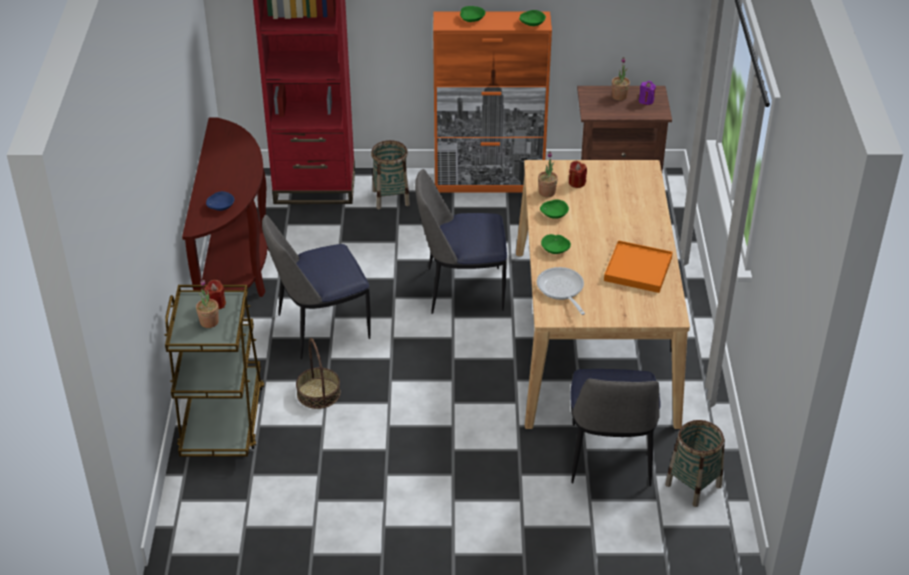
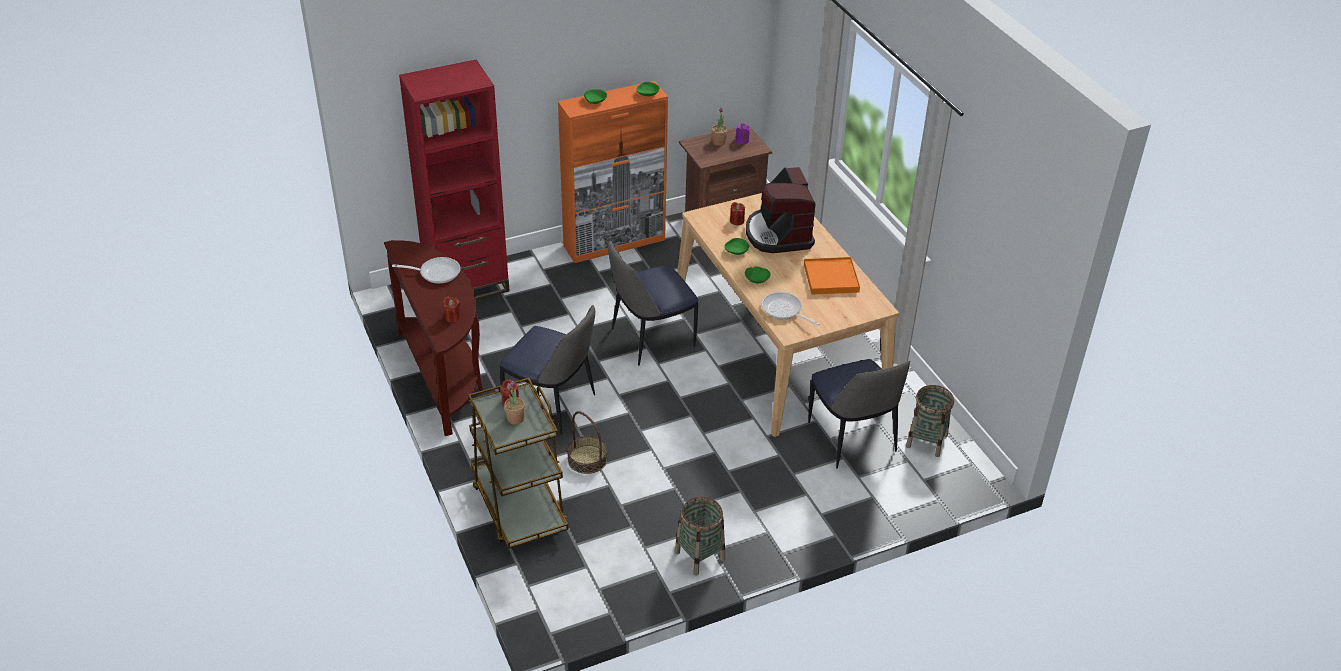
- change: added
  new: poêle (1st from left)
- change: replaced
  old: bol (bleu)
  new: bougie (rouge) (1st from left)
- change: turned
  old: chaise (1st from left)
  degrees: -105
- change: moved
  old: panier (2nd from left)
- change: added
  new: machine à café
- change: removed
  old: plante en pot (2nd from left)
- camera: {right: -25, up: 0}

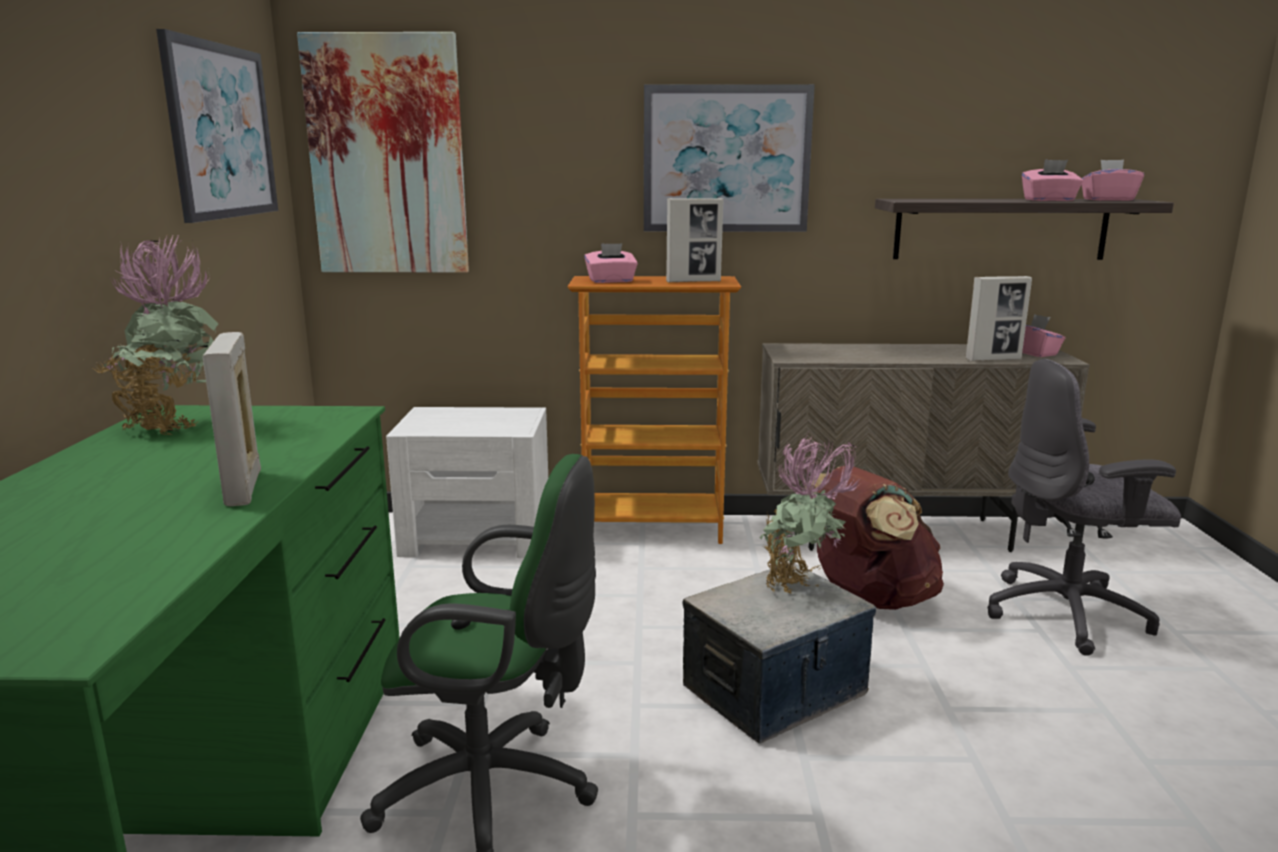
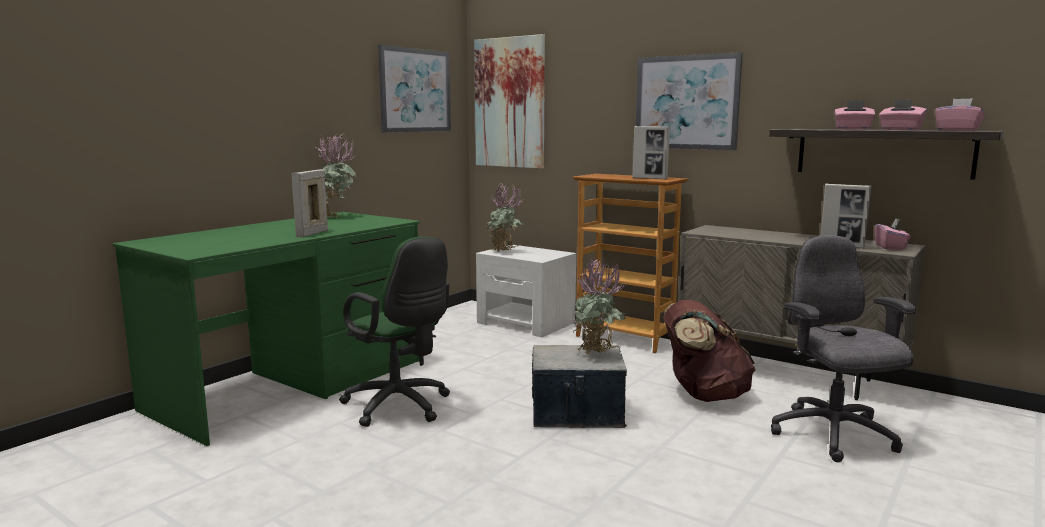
- change: added
  new: plante en pot (2nd from left)
- change: turned
  old: chaise de bureau (gris)
  degrees: 45
- change: moved
  old: boîte à mouchoirs (rose) (1st from left)
- camera: {right: 35, up: -5}

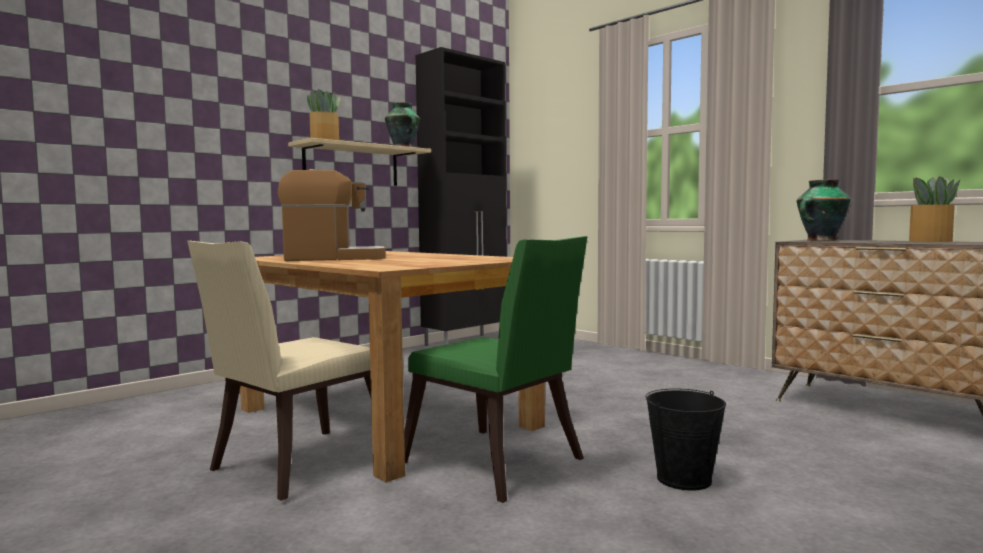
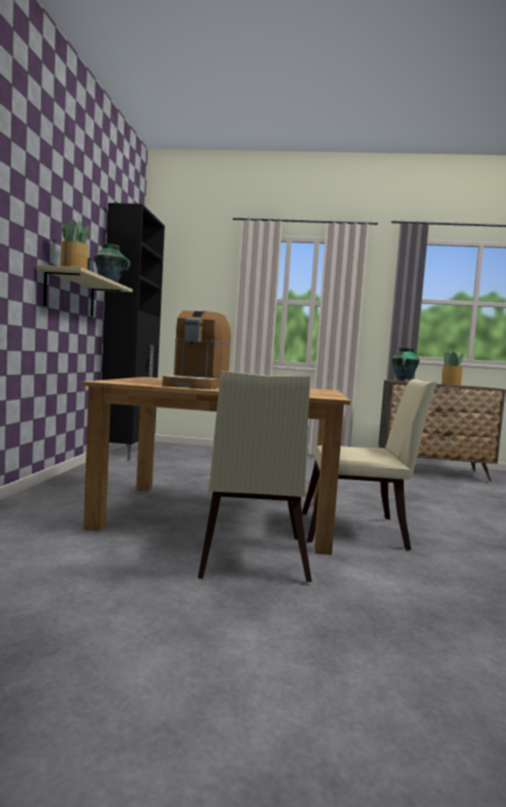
- change: turned
  old: machine à café
  degrees: 150
- change: recoloured
  old: chaise (vert)
  new: chaise (beige) (2nd from left)
- change: removed
  old: seau (noir)
- camera: {right: -40, up: 0}

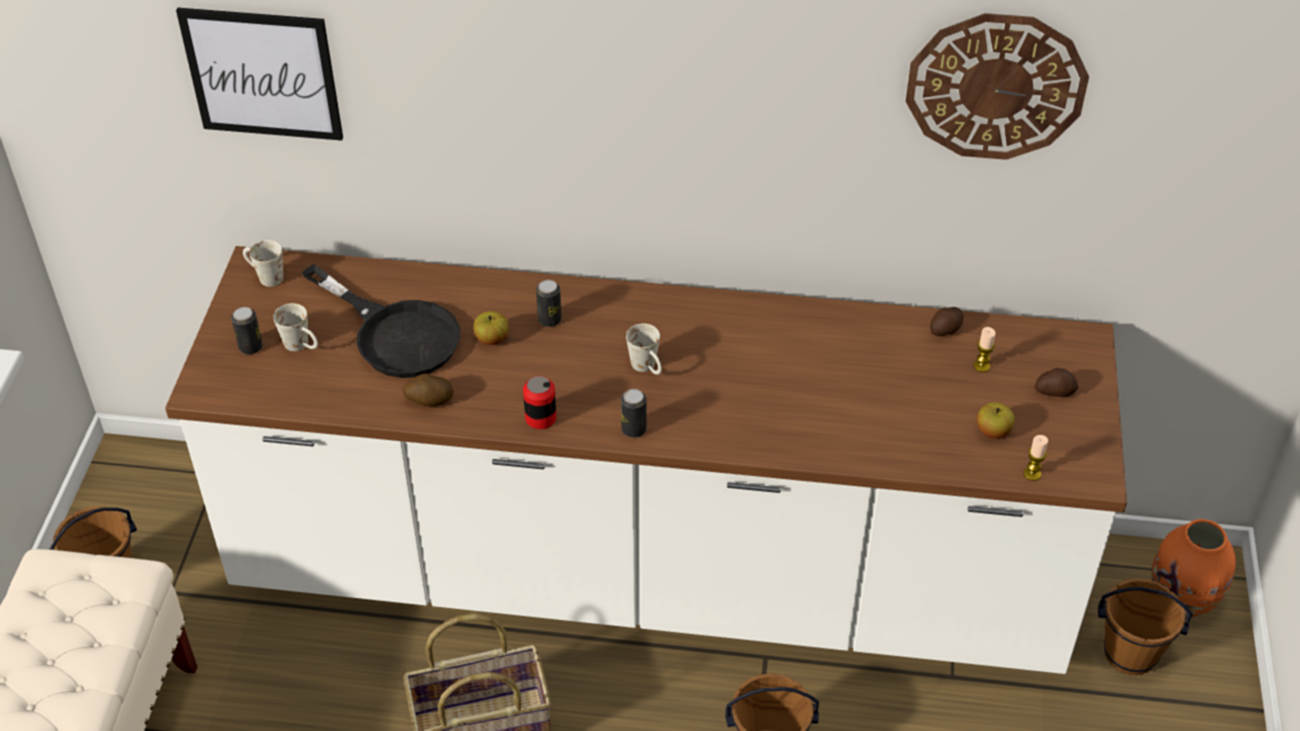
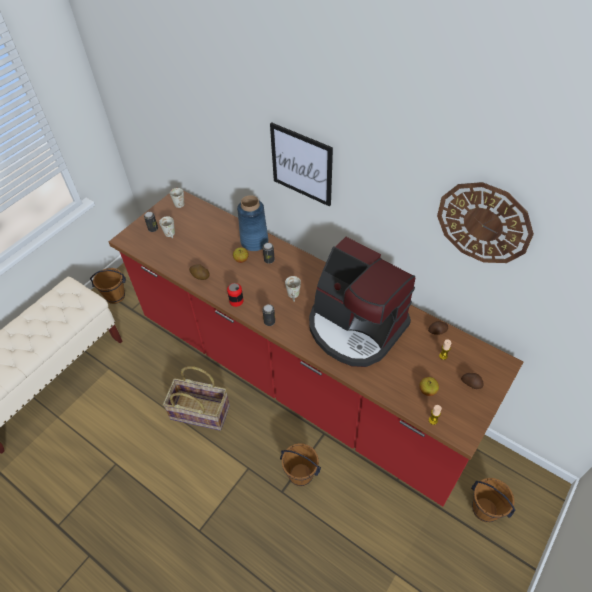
- change: recoloured
  old: comptoir de cuisine (blanc)
  new: comptoir de cuisine (rouge)
- change: added
  new: vase (bleu)
- change: moved
  old: tableau
- change: added
  new: machine à café
- change: removed
  old: poêle (noir)
- change: removed
  old: vase (orange)
- camera: {right: 30, up: 5}

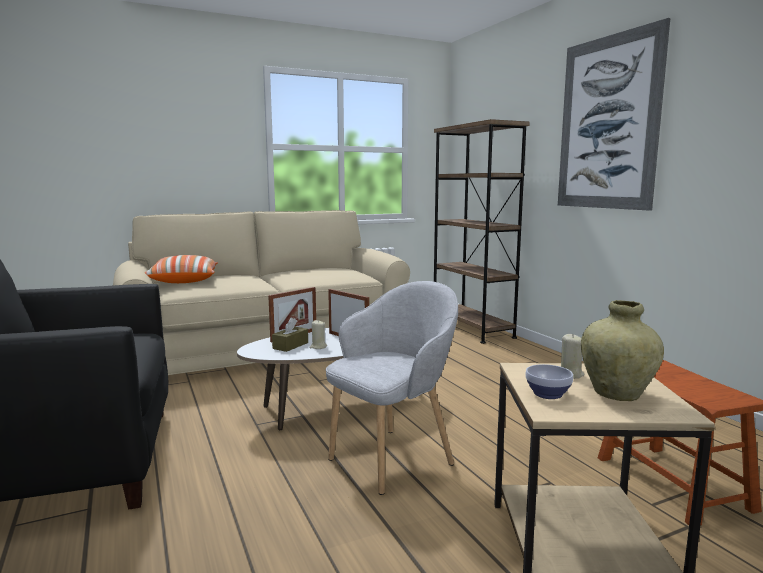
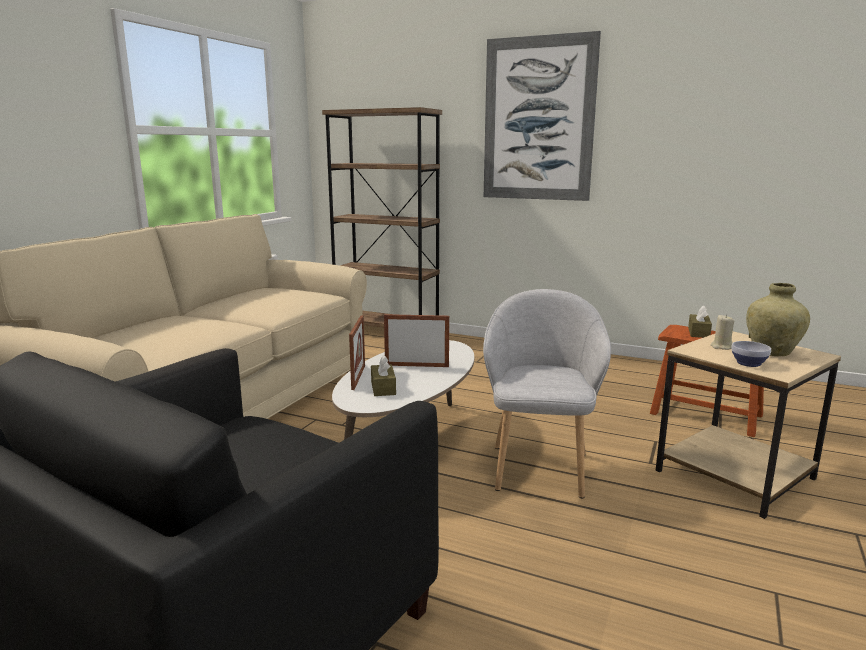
- change: added
  new: boîte à mouchoirs (marron) (2nd from left)
- change: removed
  old: coussin
- change: removed
  old: bougie (beige) (1st from left)
- camera: {right: -40, up: 5}

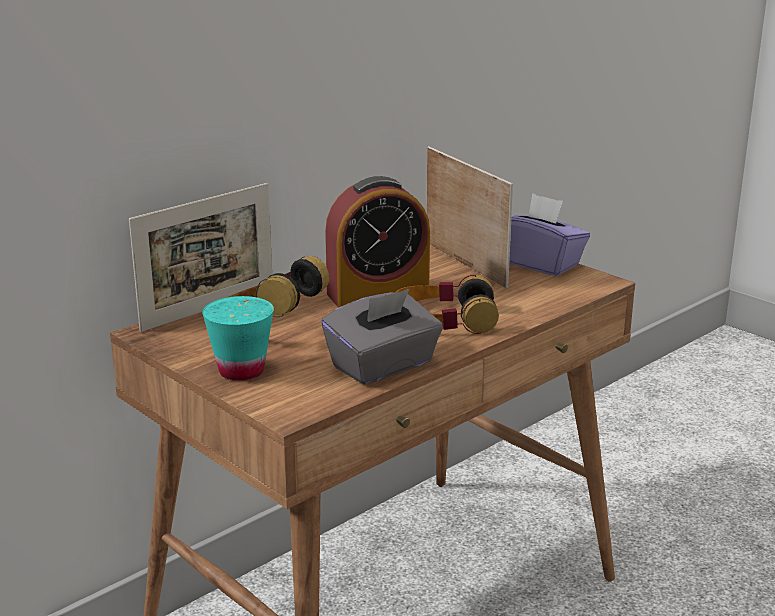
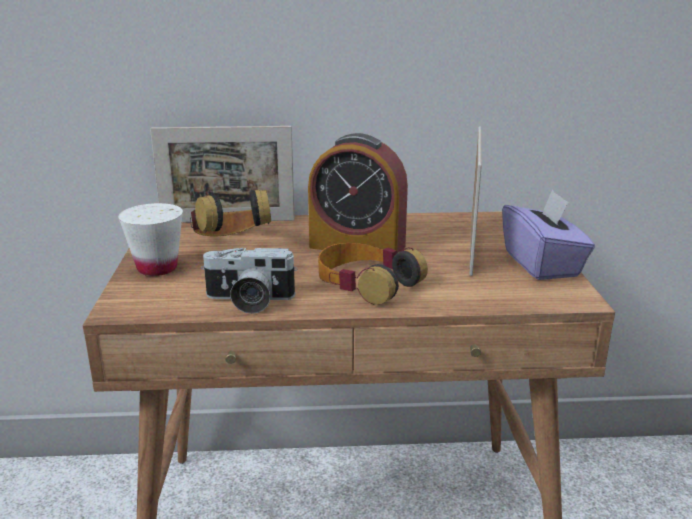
- change: recoloured
  old: tasse (turquoise)
  new: tasse (blanc)
- change: replaced
  old: boîte à mouchoirs (gris)
  new: appareil photo
- camera: {right: 40, up: 0}

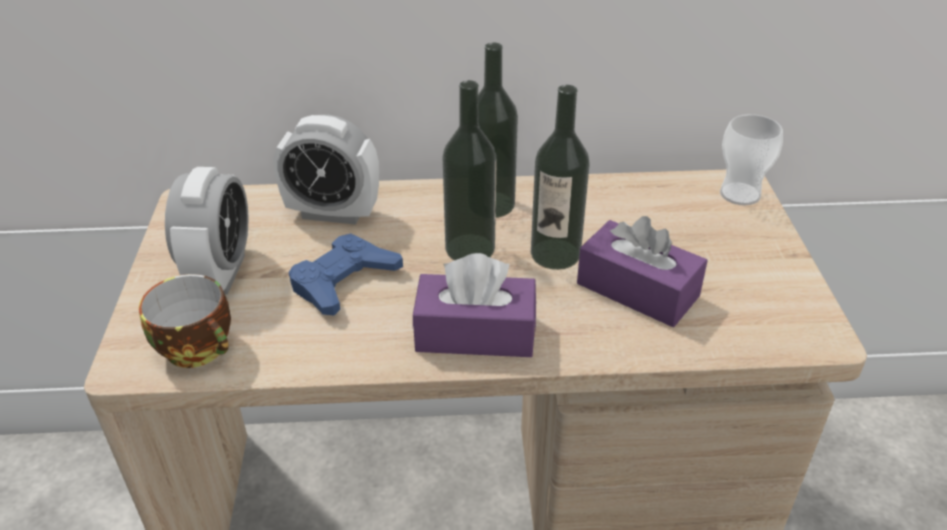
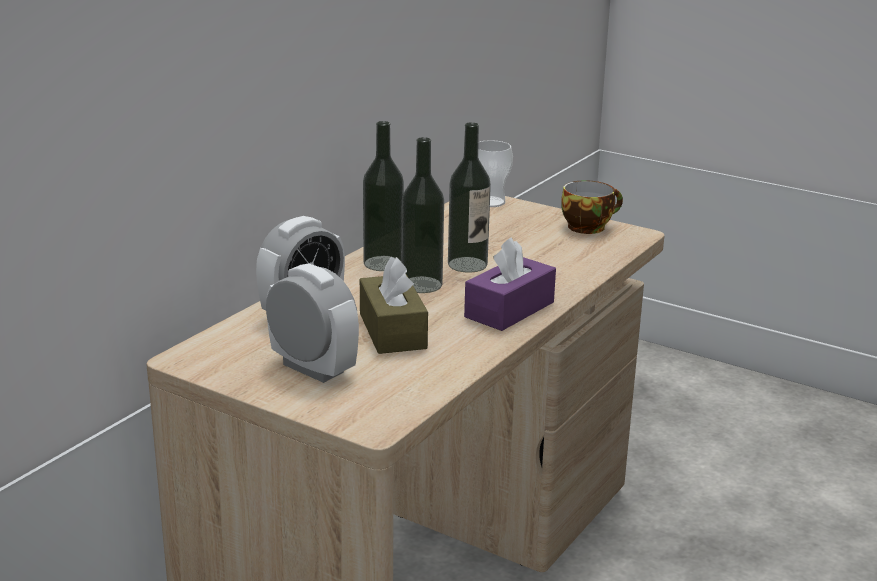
- change: replaced
  old: manette (bleu)
  new: boîte à mouchoirs (marron)
- change: moved
  old: tasse (1st from left in the first image)
  new: tasse (2nd from left)
- change: removed
  old: boîte à mouchoirs (violet) (2nd from left)
- camera: {right: -55, up: -15}

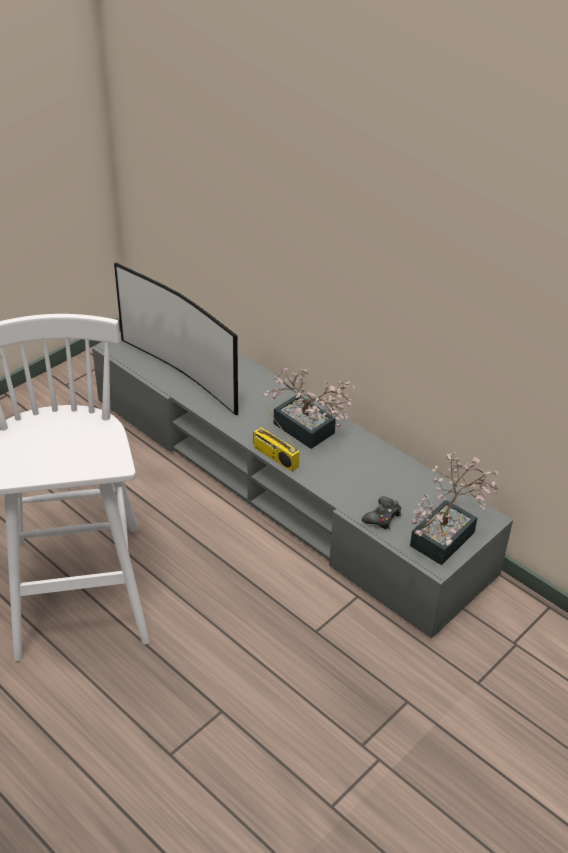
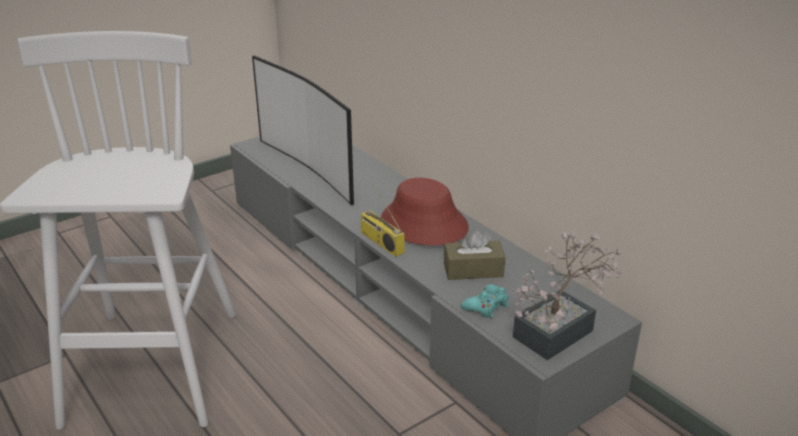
- change: replaced
  old: plante en pot (1st from left)
  new: chapeau (rouge)
- change: added
  new: boîte à mouchoirs (marron)
- change: recoloured
  old: manette (noir)
  new: manette (turquoise)
- camera: {right: 10, up: -10}

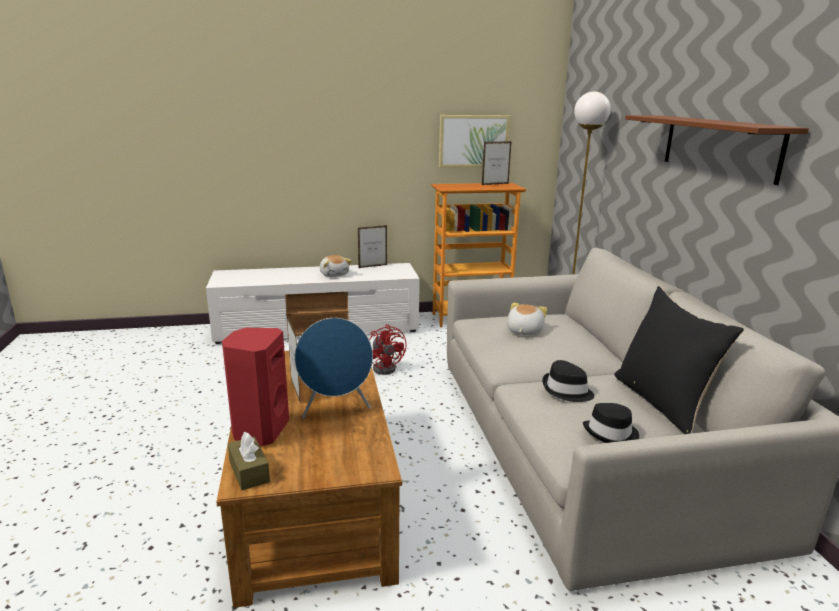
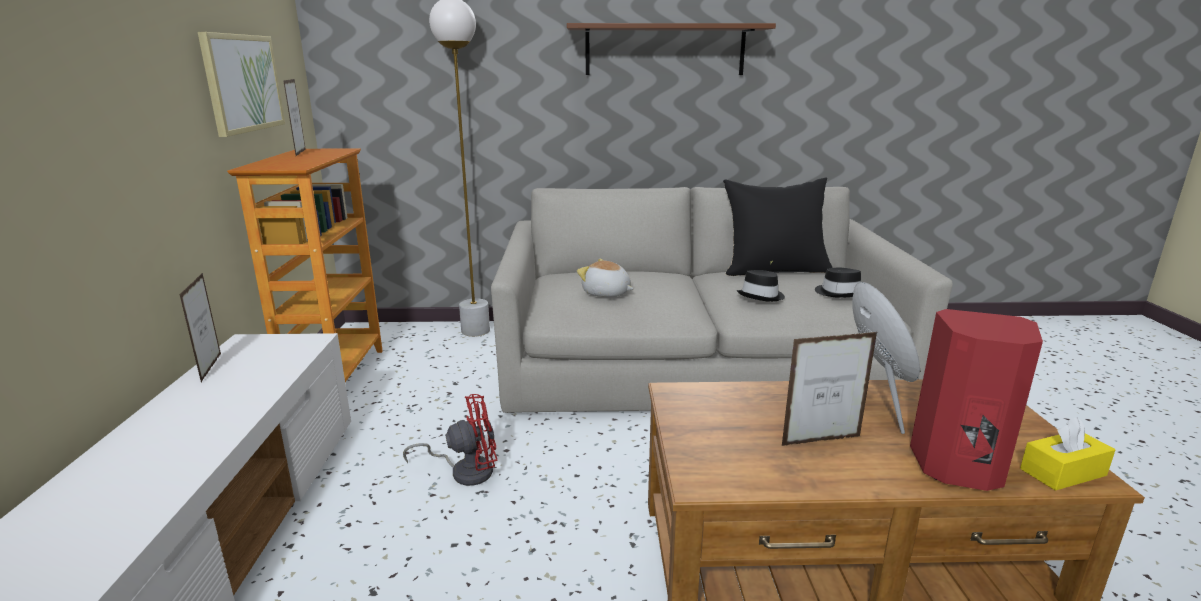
- change: recoloured
  old: boîte à mouchoirs (marron)
  new: boîte à mouchoirs (jaune)
- change: removed
  old: peluche (1st from left)
- camera: {right: -80, up: 0}

